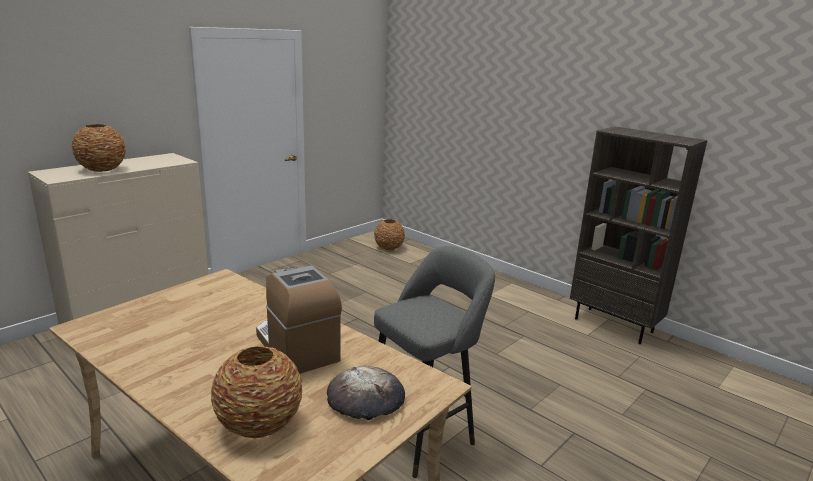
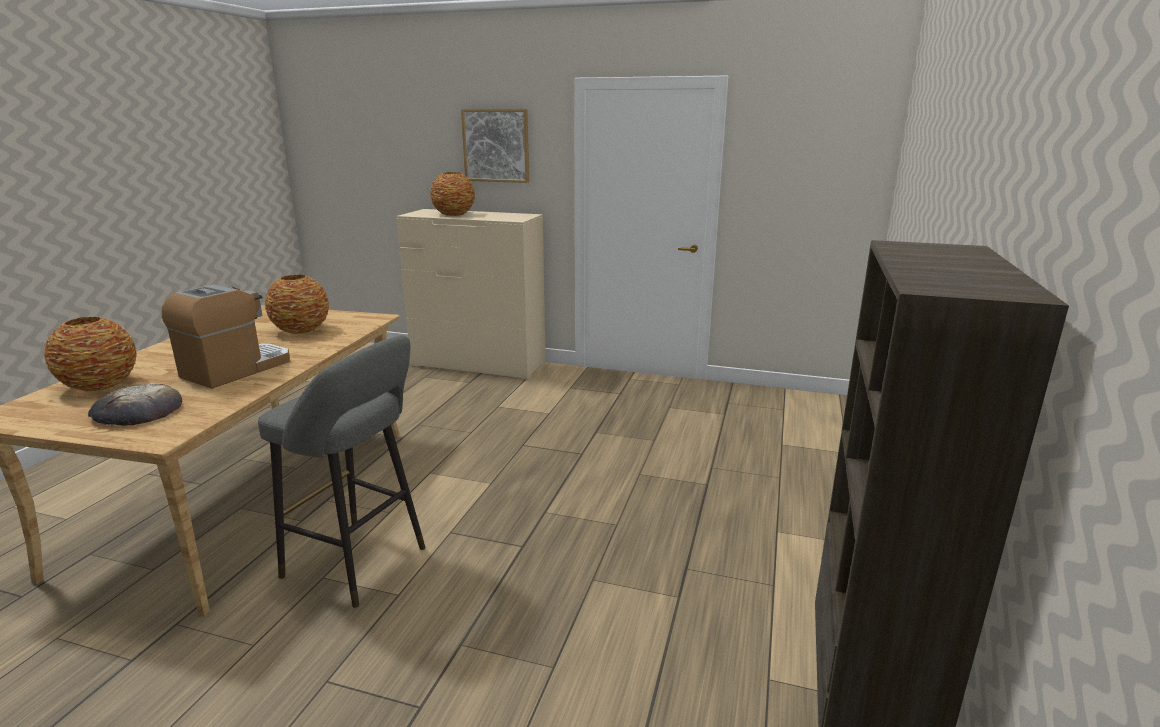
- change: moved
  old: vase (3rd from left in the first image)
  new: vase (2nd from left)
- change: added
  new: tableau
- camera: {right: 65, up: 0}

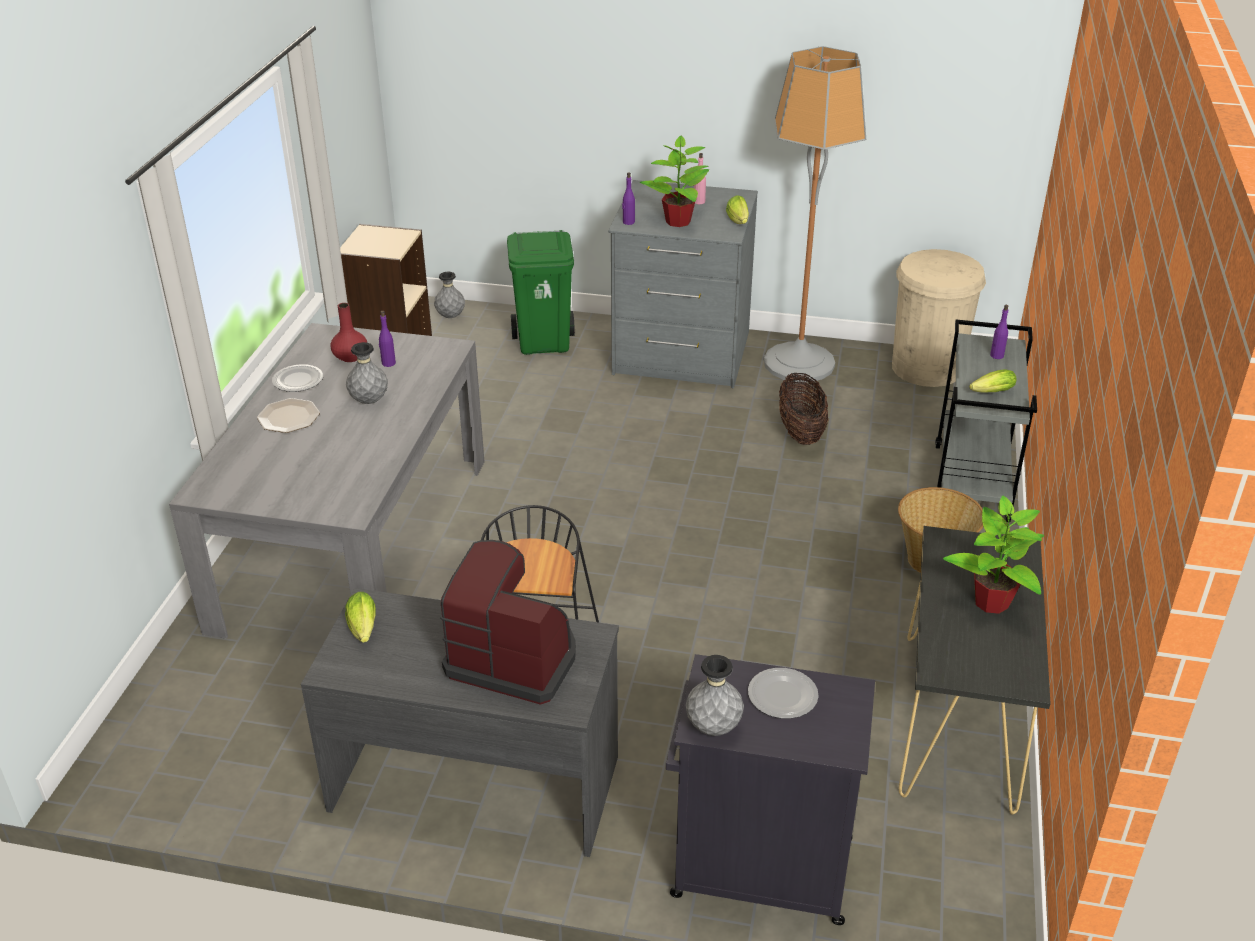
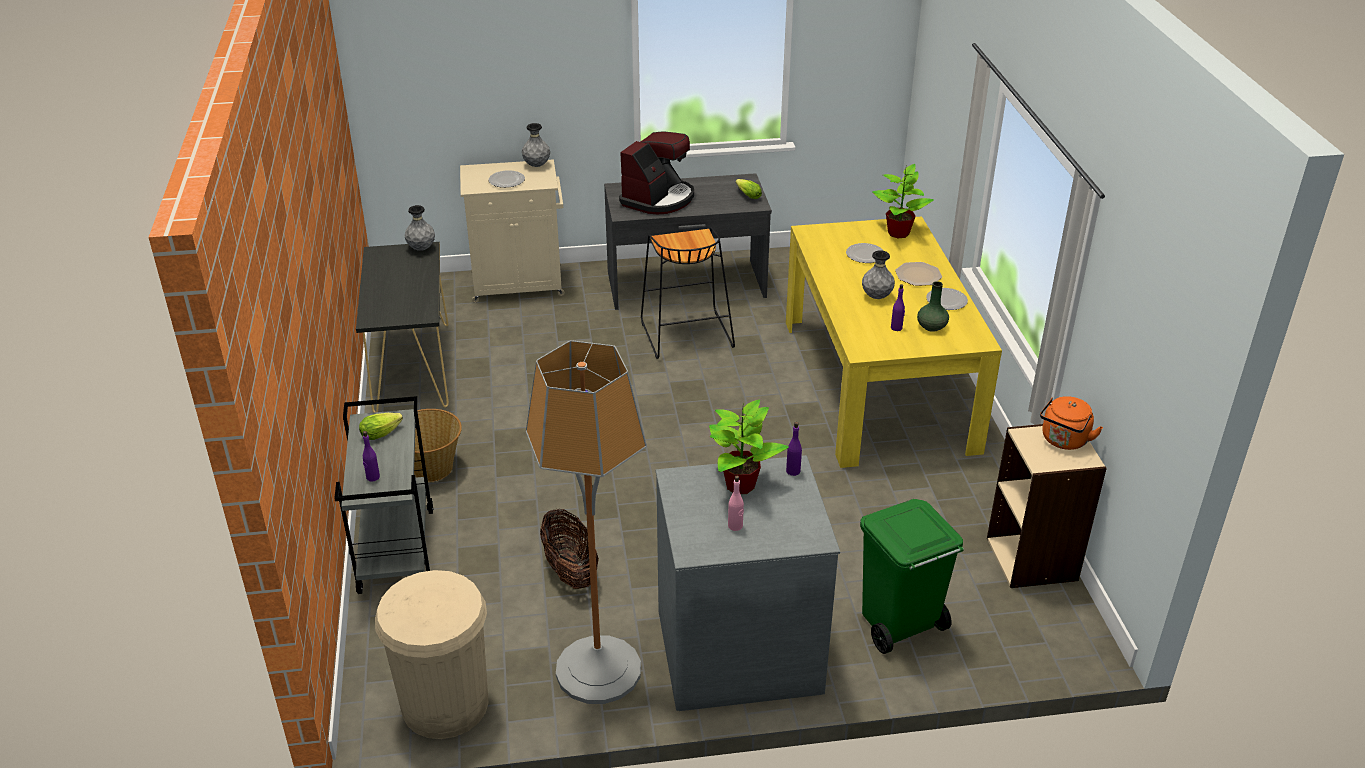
- change: moved
  old: vase (gris) (2nd from left in the first image)
  new: vase (gris) (1st from left)
- change: recoloured
  old: meuble de rangement (noir)
  new: meuble de rangement (beige)
- change: turned
  old: machine à café
  degrees: -60
- change: recoloured
  old: table à manger (gris)
  new: table à manger (jaune)
- change: added
  new: assiette (2nd from left)
- change: moved
  old: plante en pot (2nd from left)
- change: recoloured
  old: vase (rouge)
  new: vase (vert)
- change: added
  new: bouilloire (orange)
- change: removed
  old: laitue (2nd from left)
- camera: {right: 160, up: 0}

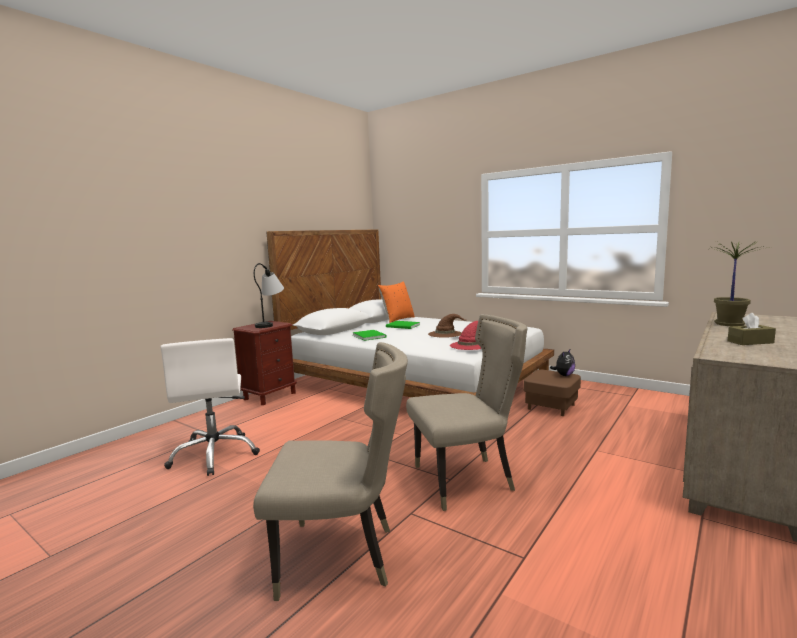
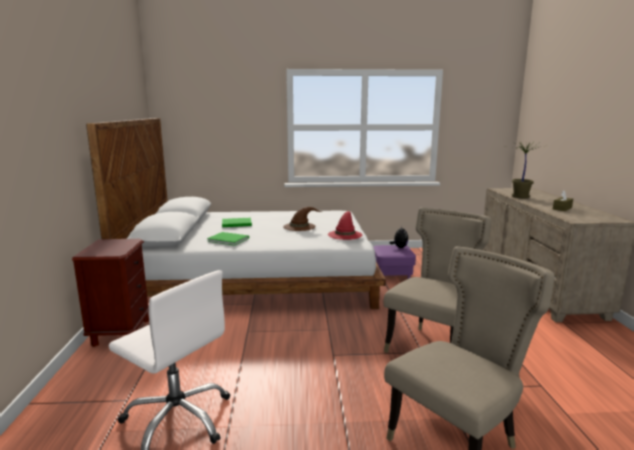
- change: recoloured
  old: pouf (marron)
  new: pouf (violet)
- change: removed
  old: lampe de table
- change: removed
  old: coussin (orange)
- camera: {right: -40, up: 5}

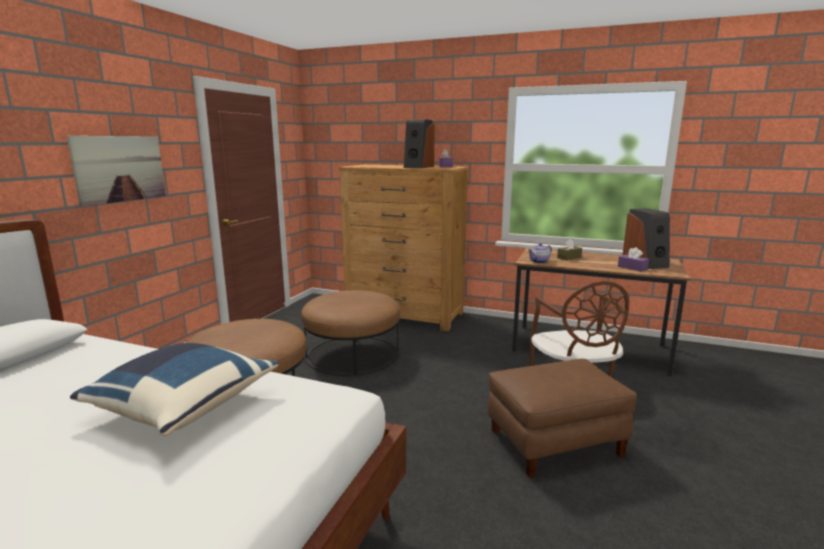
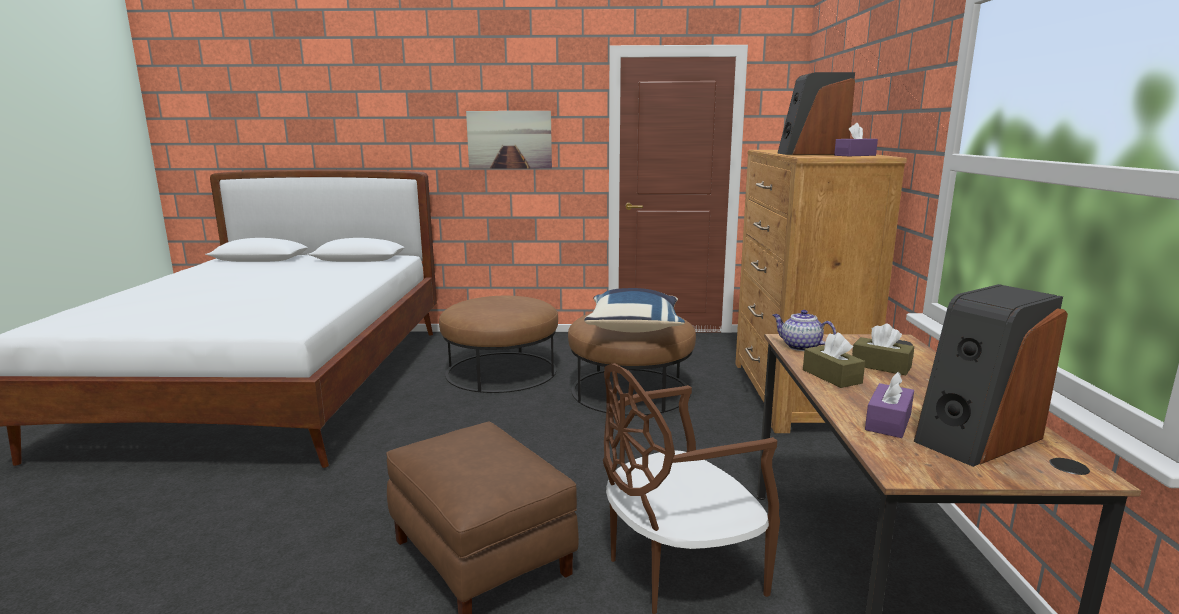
- change: moved
  old: coussin (bleu)
- change: added
  new: boîte à mouchoirs (marron) (1st from left)
- camera: {right: 70, up: 0}

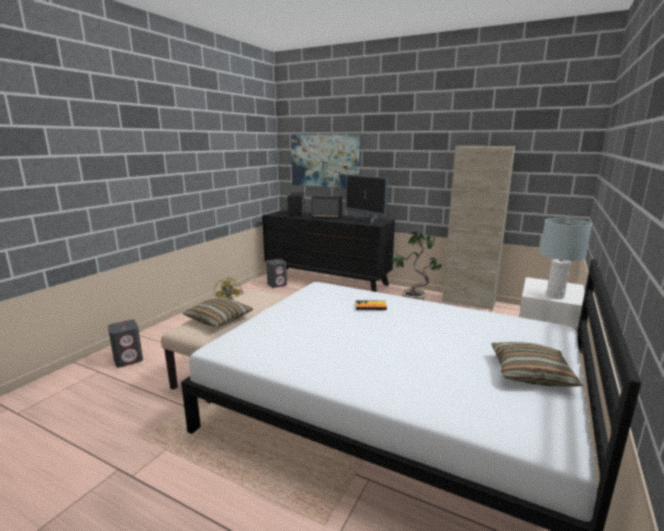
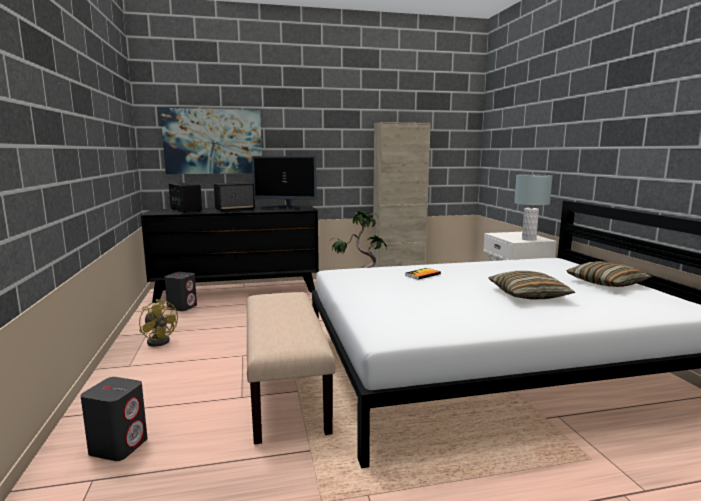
- change: moved
  old: coussin (1st from left)
- camera: {right: -40, up: -5}

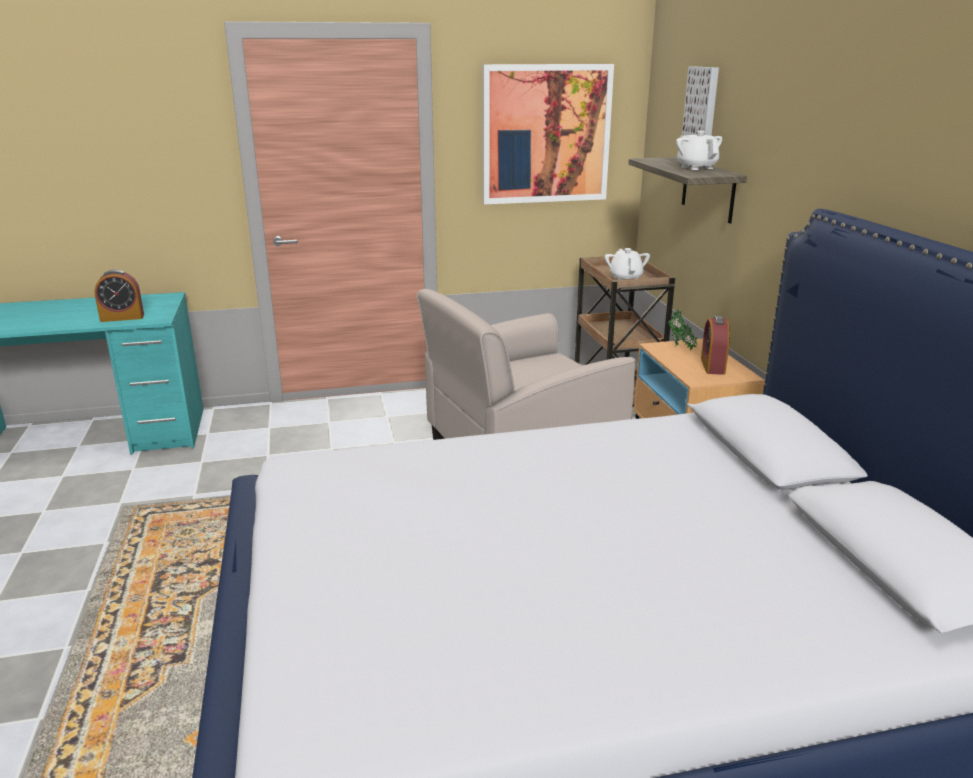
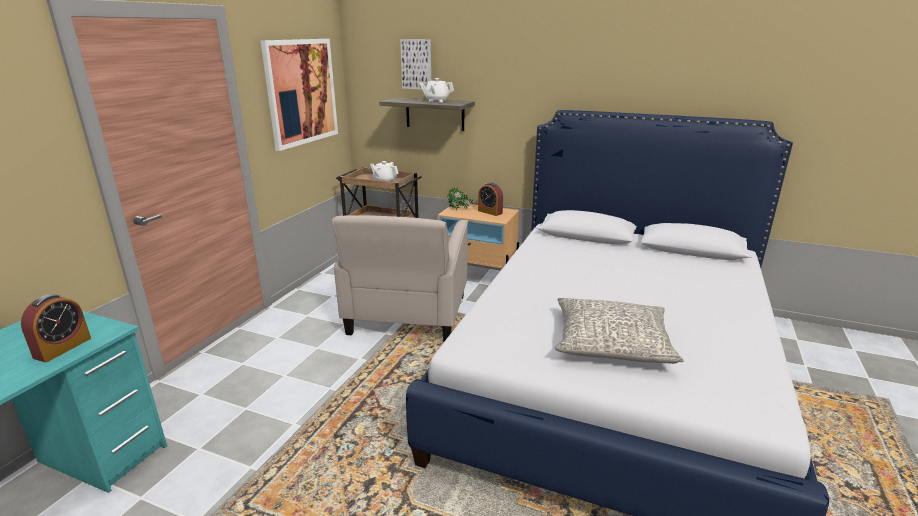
- change: added
  new: coussin (gris)
- camera: {right: -55, up: 0}

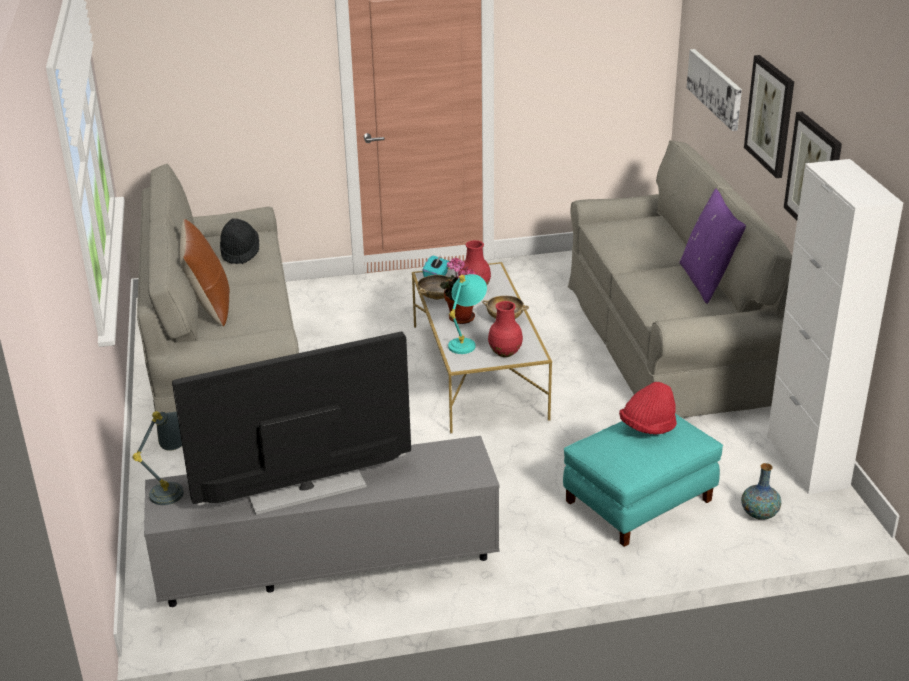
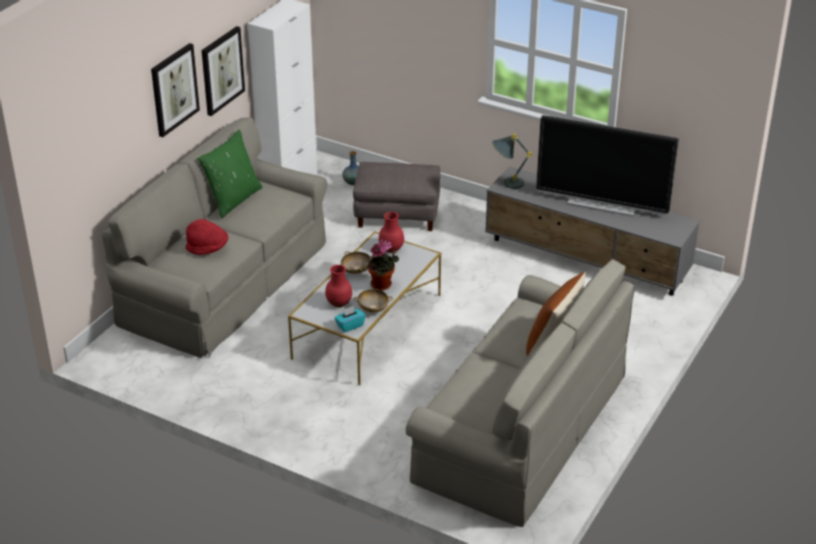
- change: moved
  old: chapeau (rouge)
- change: recoloured
  old: coussin (violet)
  new: coussin (vert)
- change: recoloured
  old: pouf (turquoise)
  new: pouf (gris)
- change: moved
  old: lampe de table (gris)
- change: removed
  old: chapeau (noir)
- change: removed
  old: lampe de table (turquoise)
- change: removed
  old: tableau (1st from left)
- camera: {right: -140, up: 5}

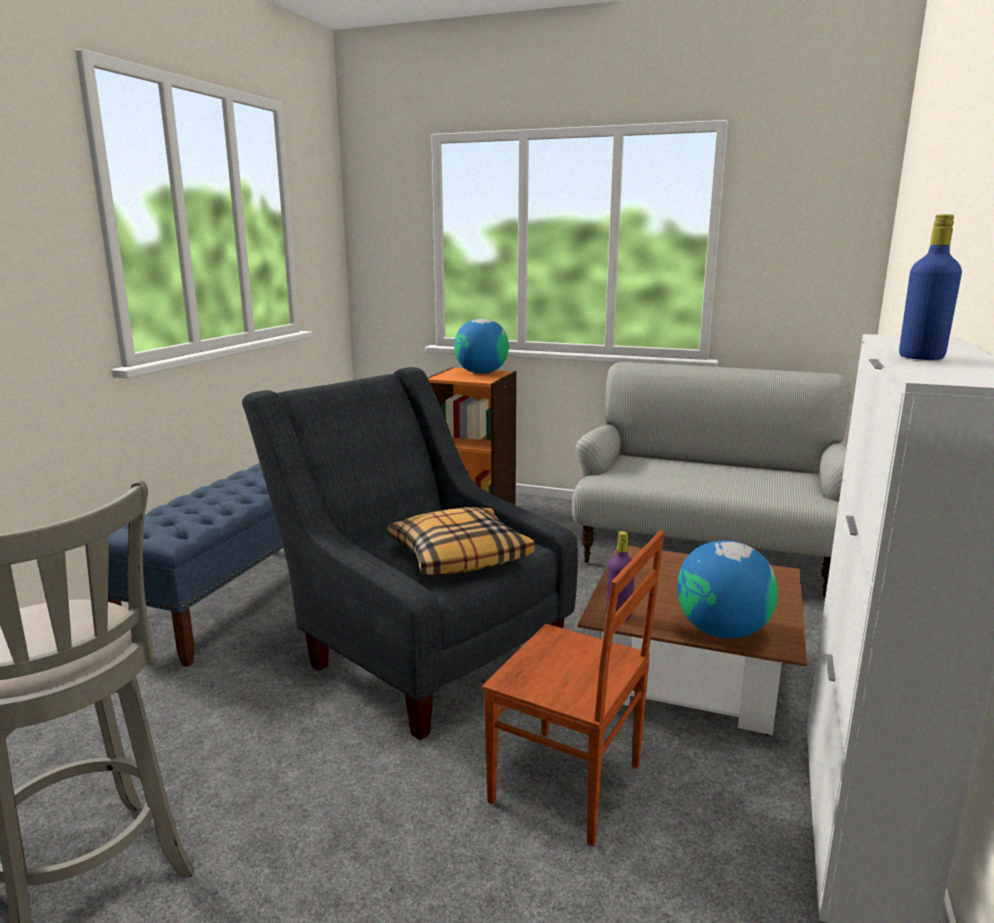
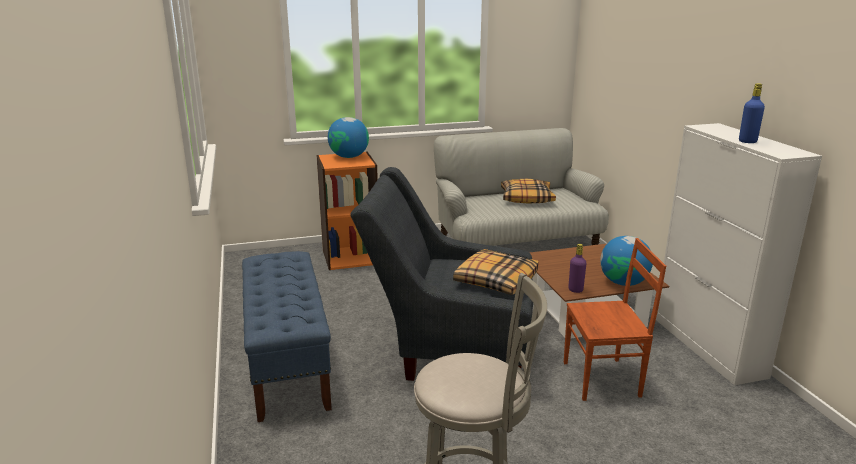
- change: added
  new: coussin (2nd from left)
- camera: {right: -35, up: 5}

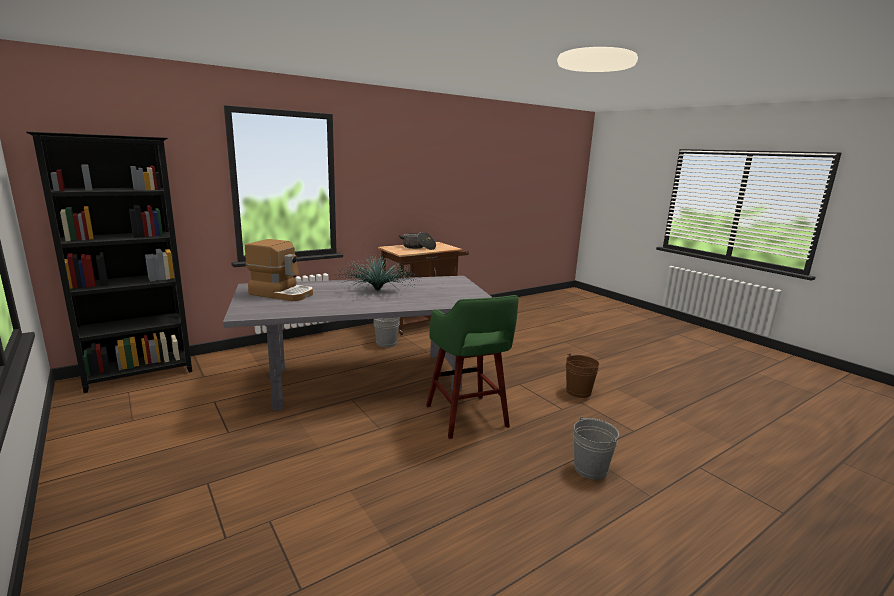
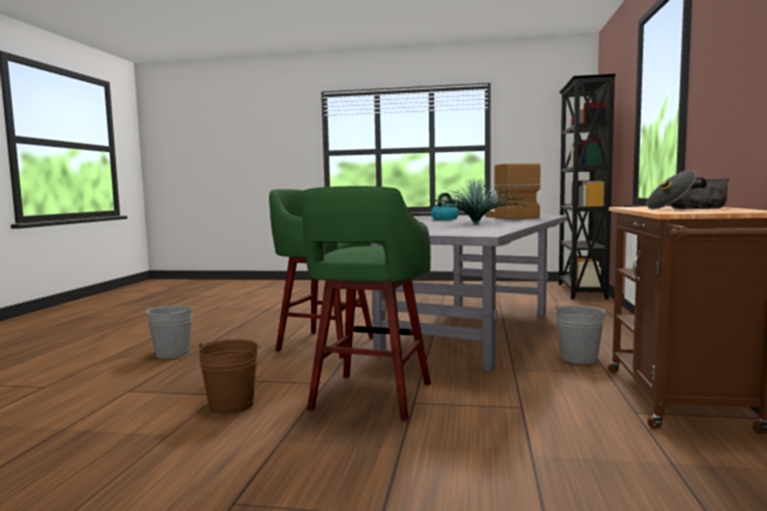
- change: added
  new: tabouret (vert) (2nd from left)
- change: added
  new: bouilloire
- change: turned
  old: machine à café
  degrees: 105
- camera: {right: 135, up: -10}

